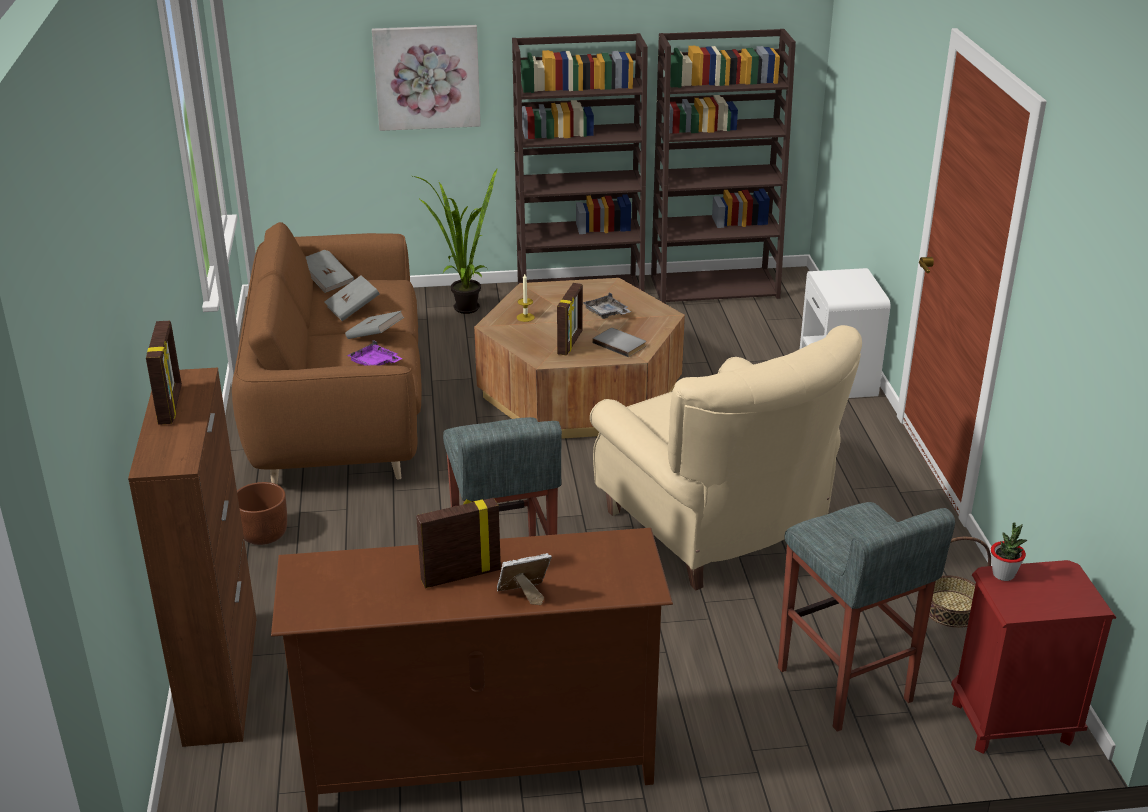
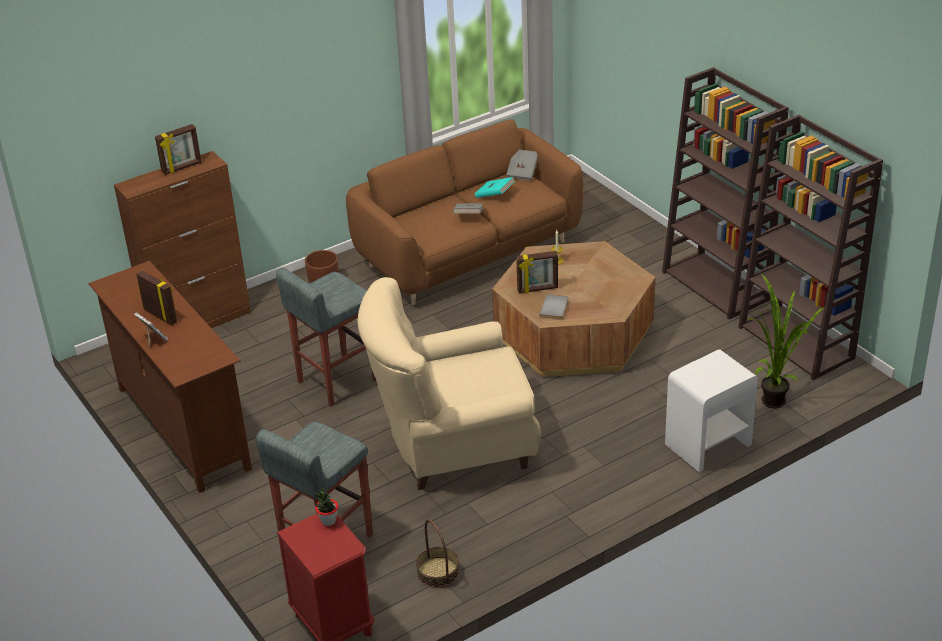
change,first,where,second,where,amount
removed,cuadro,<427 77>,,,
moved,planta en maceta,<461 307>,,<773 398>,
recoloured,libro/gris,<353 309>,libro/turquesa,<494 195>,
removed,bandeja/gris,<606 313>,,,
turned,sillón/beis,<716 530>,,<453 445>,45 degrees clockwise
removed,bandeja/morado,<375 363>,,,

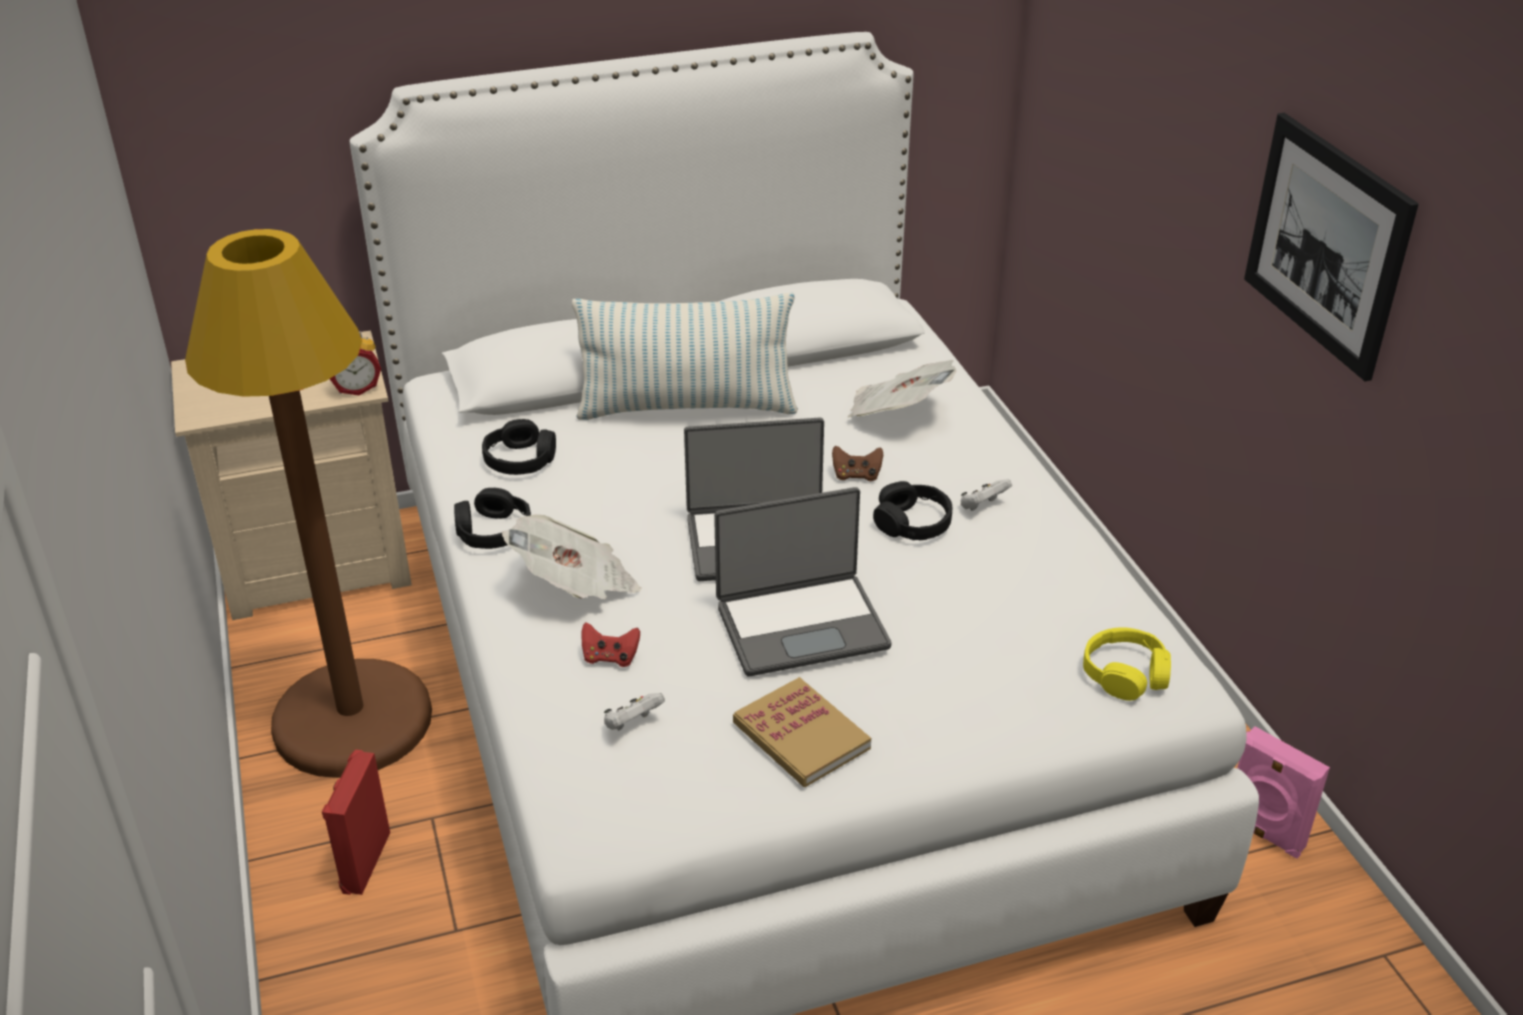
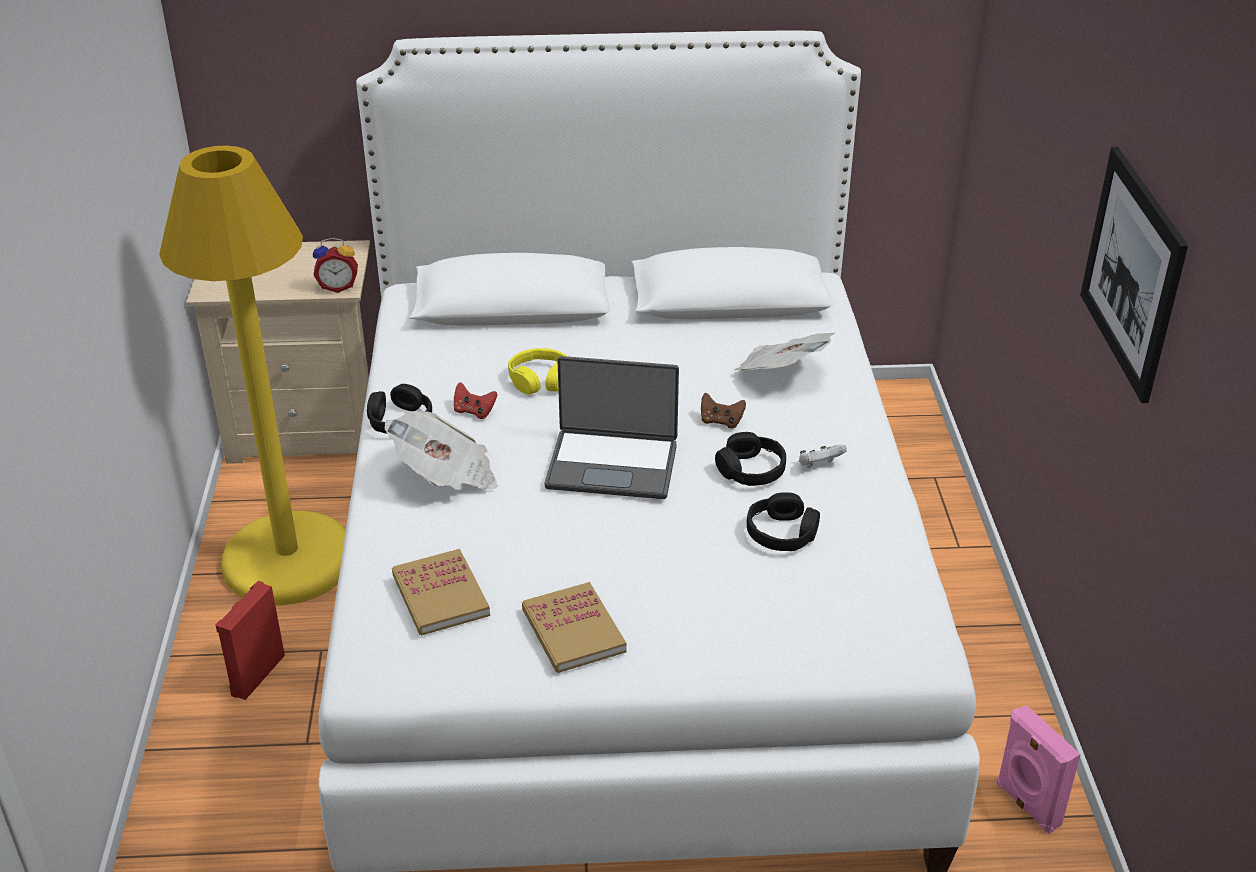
change,first,where,second,where,amount
recoloured,lámpara de pie/marrón,<353 720>,lámpara de pie/amarillo,<289 560>,
removed,cojín,<687 407>,,,
moved,auriculares/negro,<520 460>,,<782 533>,
removed,portátil,<801 625>,,,
moved,mando de consola/rojo,<610 657>,,<474 411>,
moved,auriculares/amarillo,<1125 674>,,<540 380>,
replaced,mando de consola/blanco,<632 724>,libro,<440 595>,

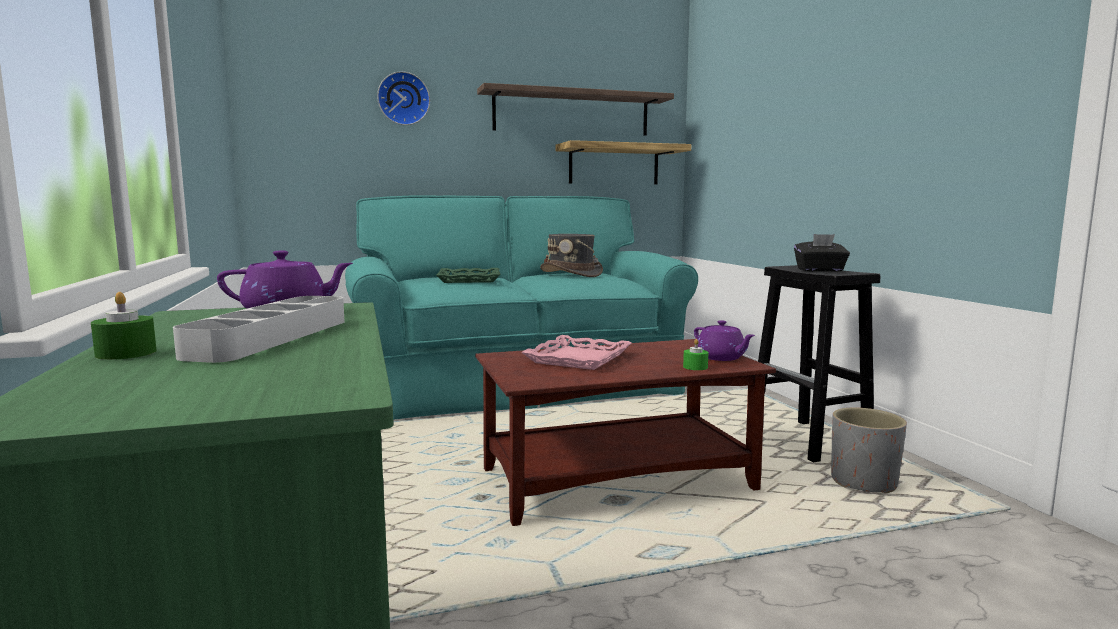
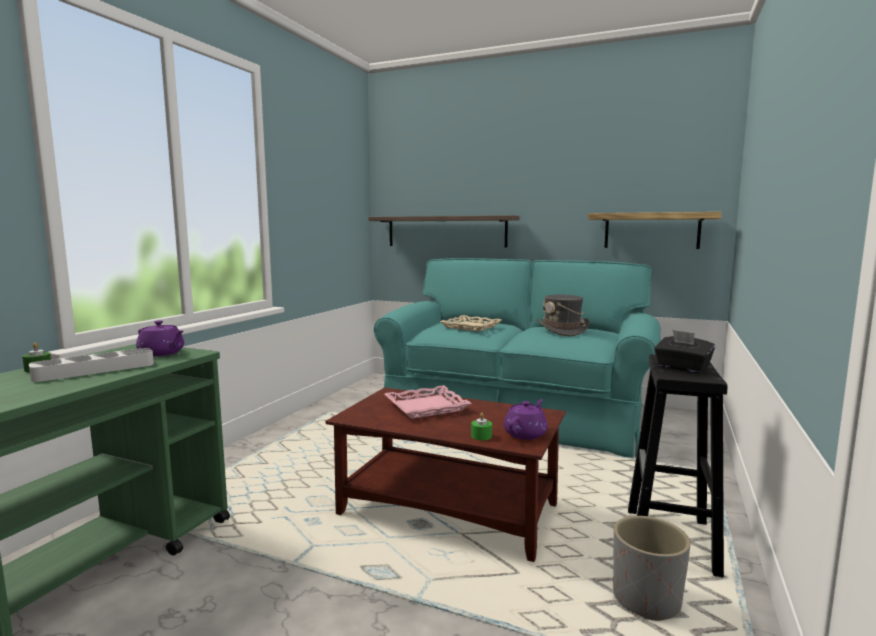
change,first,where,second,where,amount
removed,reloj de pared,<403 99>,,,
moved,estante,<572 113>,,<446 231>,
recoloured,bandeja/verde,<469 280>,bandeja/beis,<470 327>,
turned,tetera/morado,<721 358>,,<526 433>,150 degrees counterclockwise

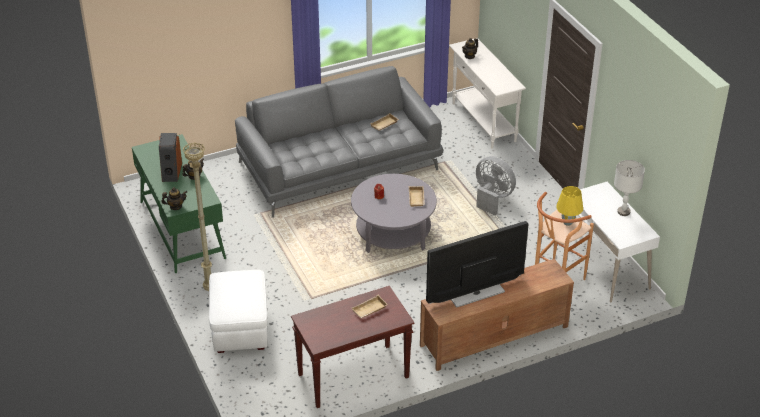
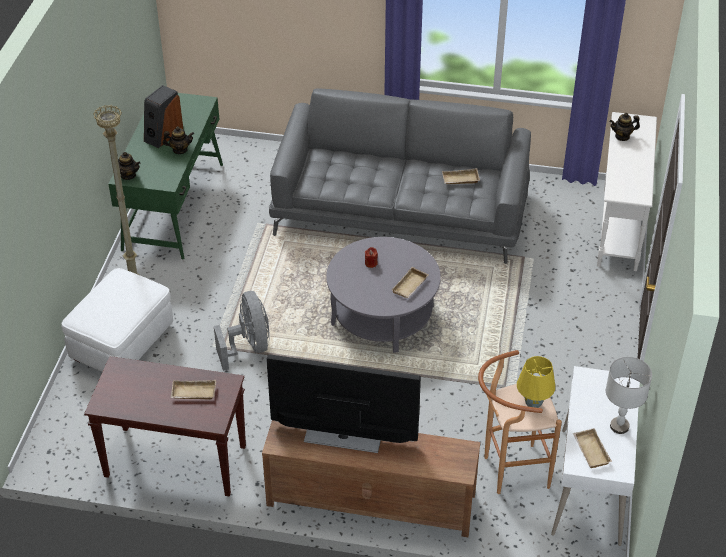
change,first,where,second,where,amount
moved,ventilador/gris,<492 198>,,<248 346>,
added,,,bandeja/beis,<590 450>,

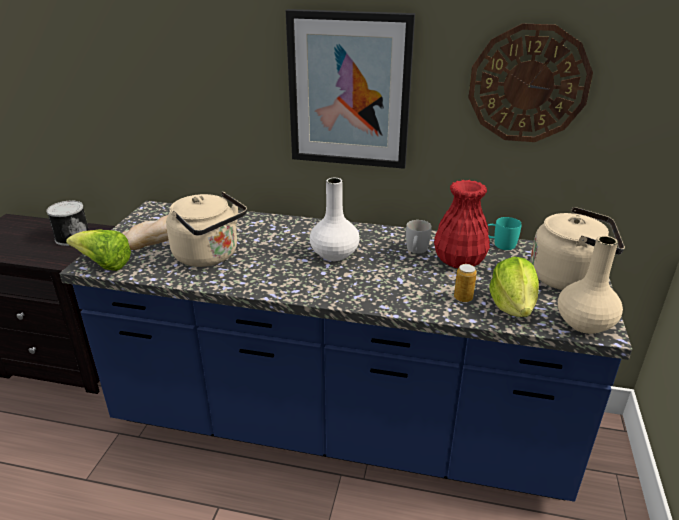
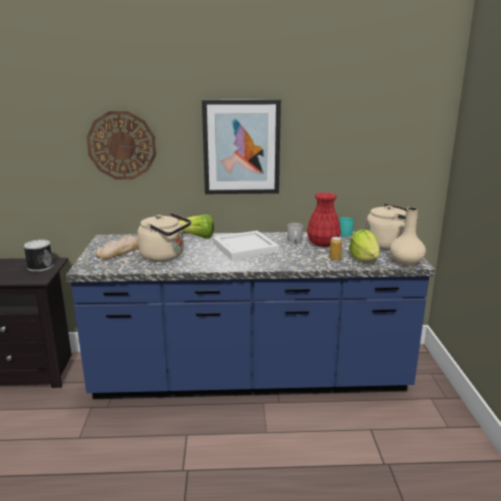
change,first,where,second,where,amount
moved,reloj de pared,<528 84>,,<122 145>,
replaced,florero/blanco,<335 254>,bandeja/blanco,<246 248>,
moved,lechuga,<104 265>,,<197 237>,

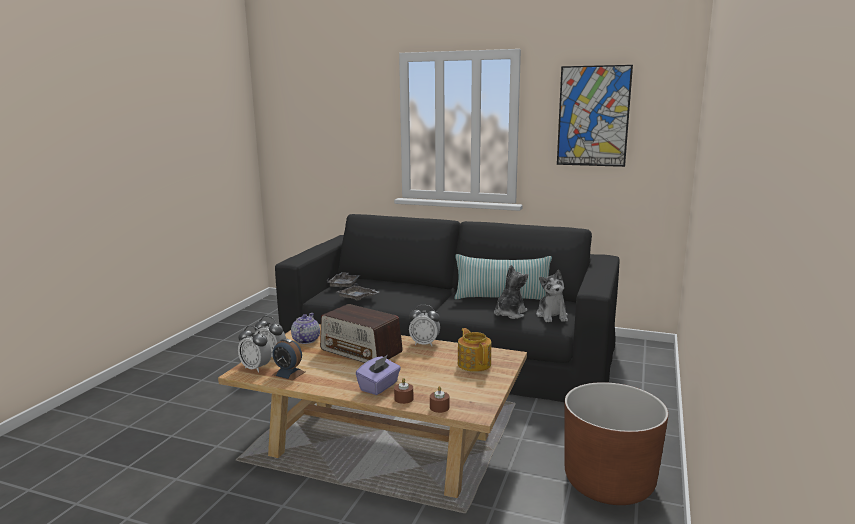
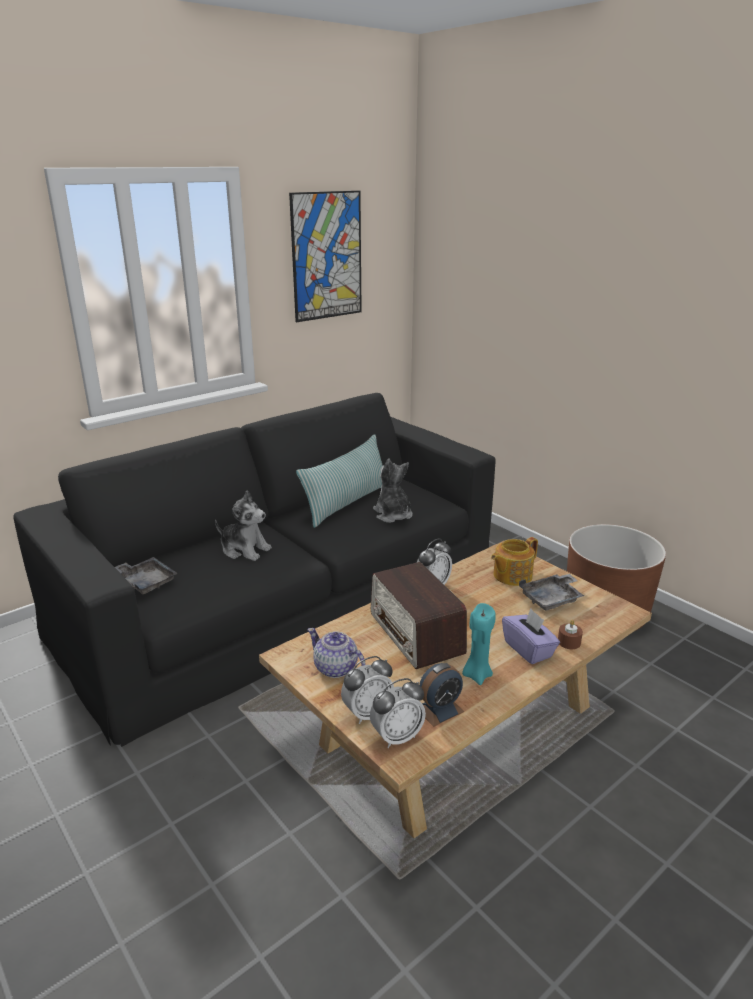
change,first,where,second,where,amount
moved,peluche,<552 316>,,<244 549>,
moved,bandeja/gris,<357 298>,,<551 599>,
turned,radio,<361 351>,,<416 634>,90 degrees clockwise
turned,tetera,<474 364>,,<511 575>,45 degrees counterclockwise
removed,vela/marrón,<439 407>,,,
added,,,vela/turquesa,<477 675>,

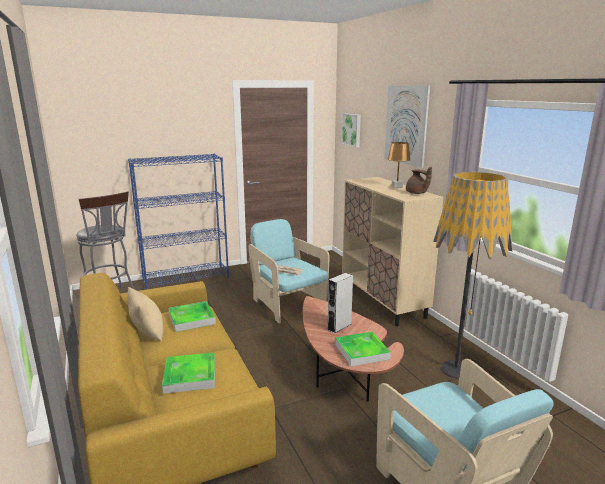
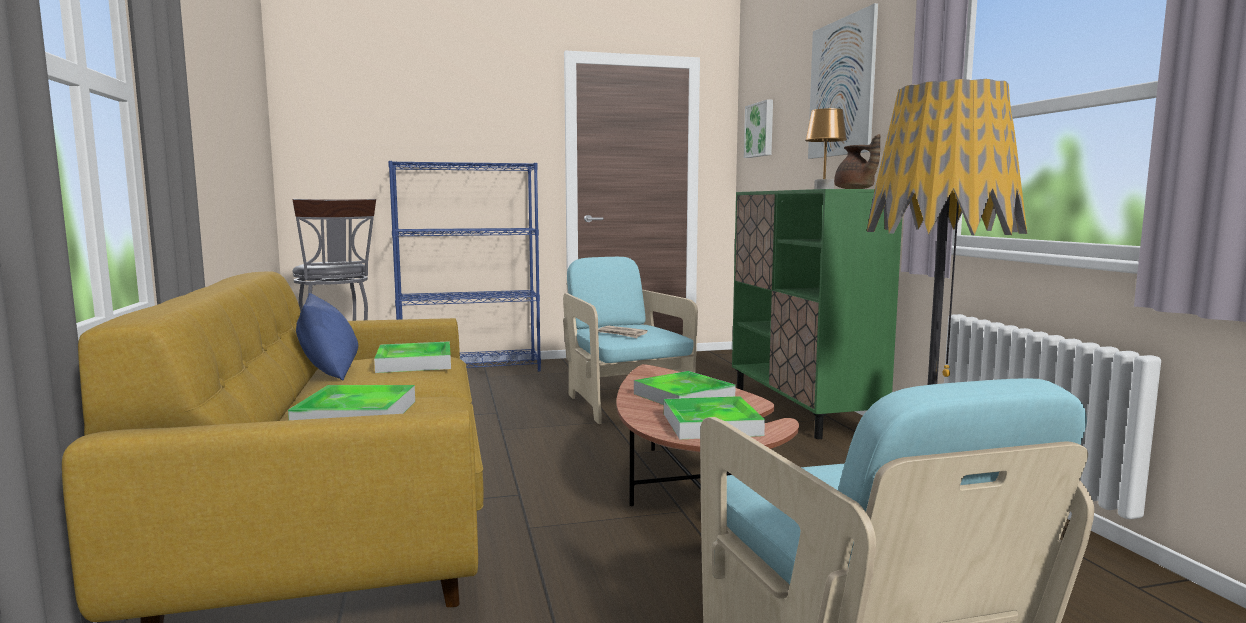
change,first,where,second,where,amount
recoloured,armario/beis,<383 301>,armario/verde,<802 409>,
replaced,altavoz/gris,<339 326>,bandeja,<683 396>,
recoloured,cojín/beis,<148 332>,cojín/azul,<330 372>,

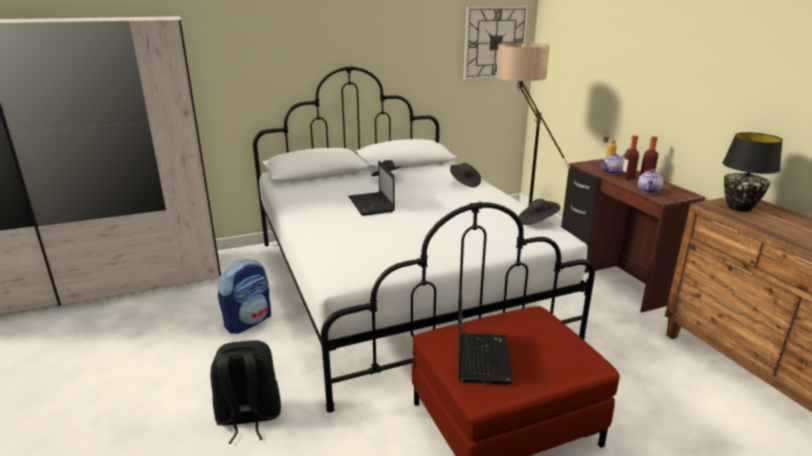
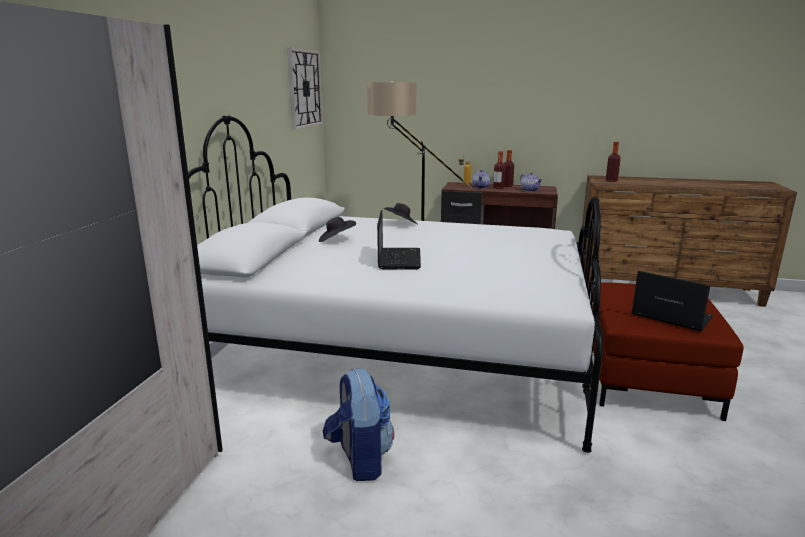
change,first,where,second,where,amount
replaced,lámpara de mesa/negro,<739 208>,botella,<611 180>,
turned,portátil,<372 205>,,<399 259>,105 degrees counterclockwise
removed,sombrero/negro,<537 222>,,,
removed,mochila/negro,<248 417>,,,

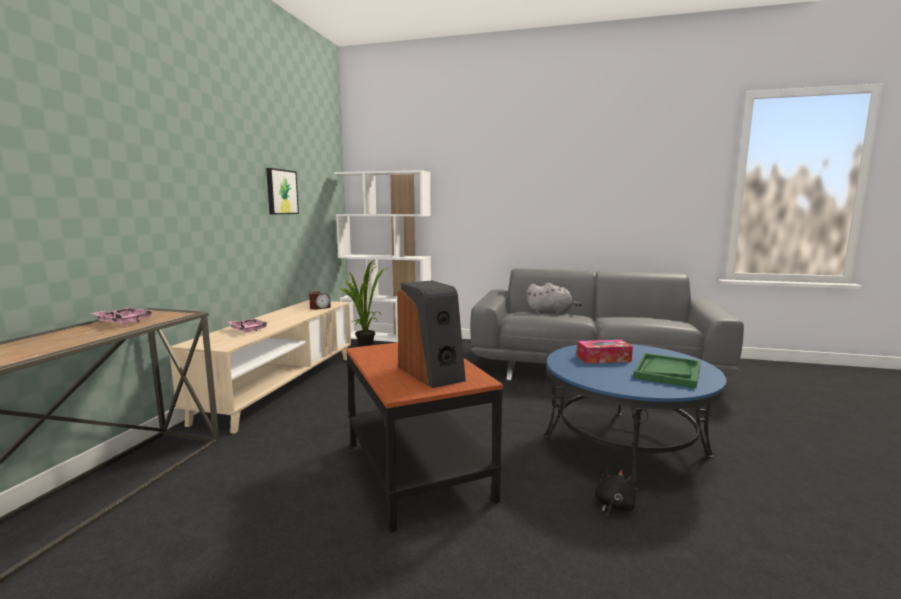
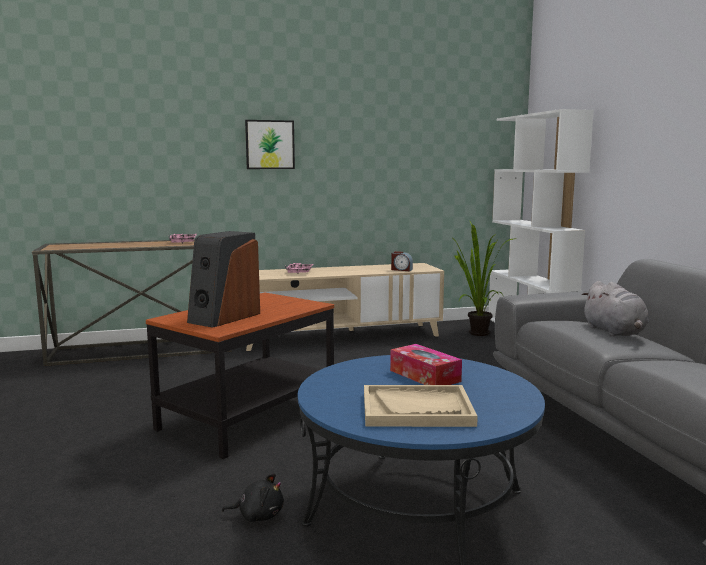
change,first,where,second,where,amount
moved,cuadro,<281 192>,,<269 144>,
recoloured,bandeja/verde,<667 372>,bandeja/beis,<417 409>,

